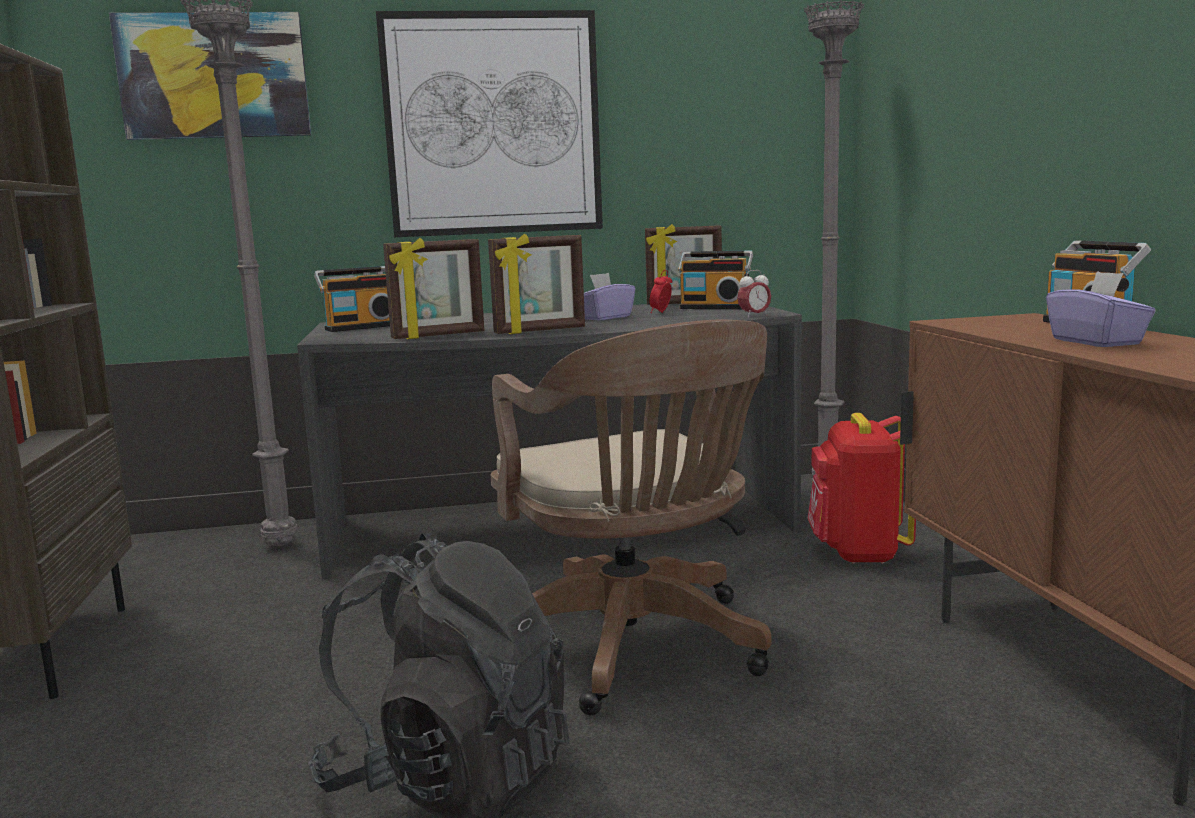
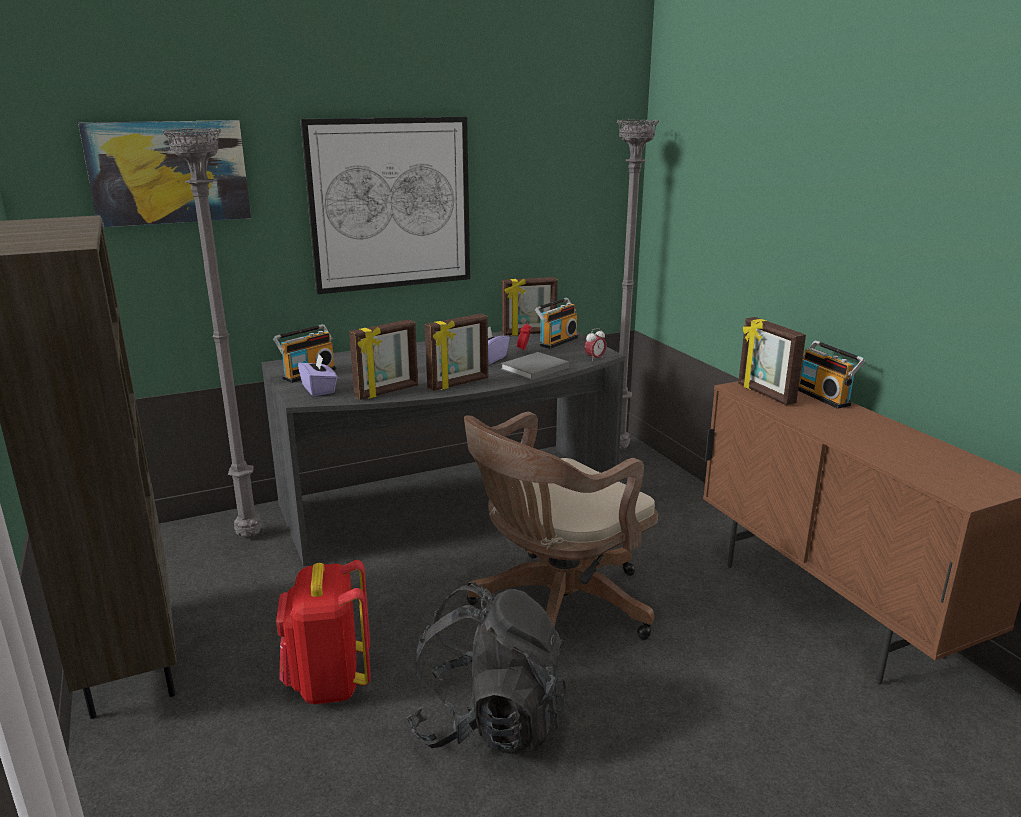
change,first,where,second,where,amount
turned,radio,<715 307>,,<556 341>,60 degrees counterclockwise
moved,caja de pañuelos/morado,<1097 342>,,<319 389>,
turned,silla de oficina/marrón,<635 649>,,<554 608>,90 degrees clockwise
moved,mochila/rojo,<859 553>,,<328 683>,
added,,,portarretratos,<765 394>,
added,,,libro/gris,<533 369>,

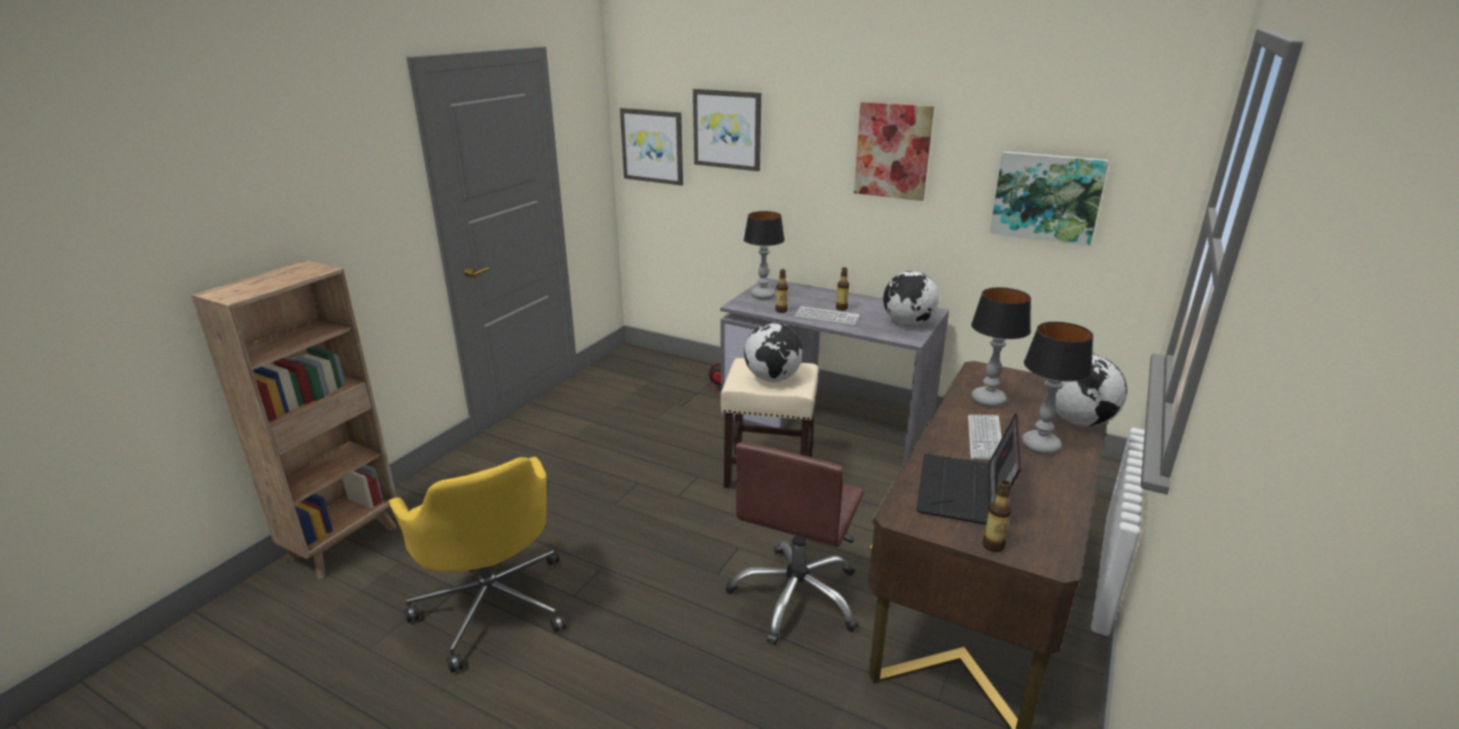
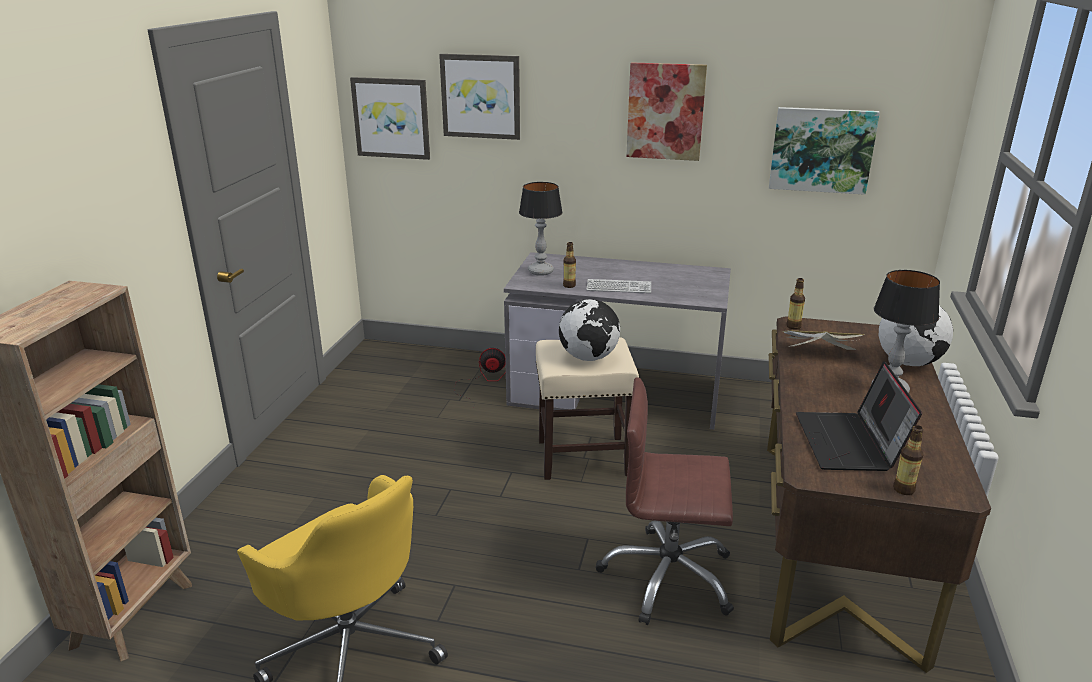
change,first,where,second,where,amount
moved,botella,<841 308>,,<793 326>,
removed,globo terráqueo,<907 323>,,,
replaced,lámpara de mesa,<987 400>,libro,<819 353>,
removed,teclado,<984 438>,,,
turned,silla de oficina/marrón,<796 596>,,<668 577>,90 degrees clockwise

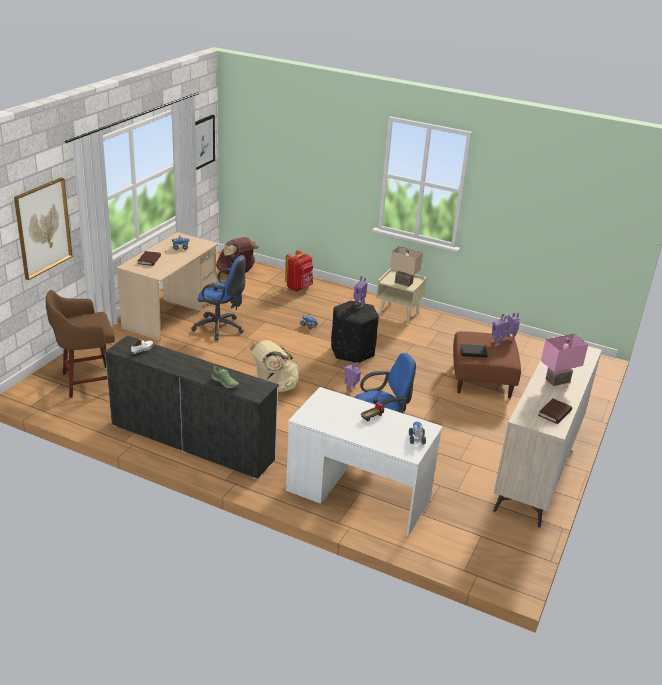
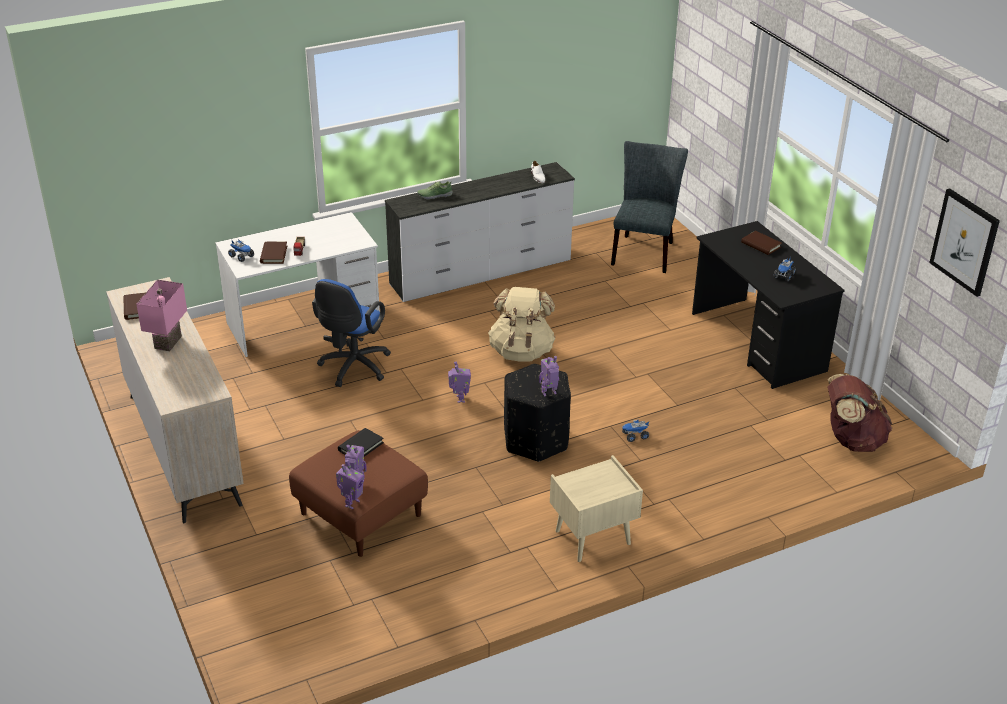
change,first,where,second,where,amount
removed,cuadro,<43 228>,,,
recoloured,escritorio/beis,<170 314>,escritorio/negro,<757 342>,
removed,lámpara de mesa/beis,<403 283>,,,
removed,mochila/rojo,<299 288>,,,
removed,silla de oficina/azul,<221 328>,,,
replaced,taburete/marrón,<86 382>,silla/gris,<644 251>,
added,,,libro/marrón,<273 254>,

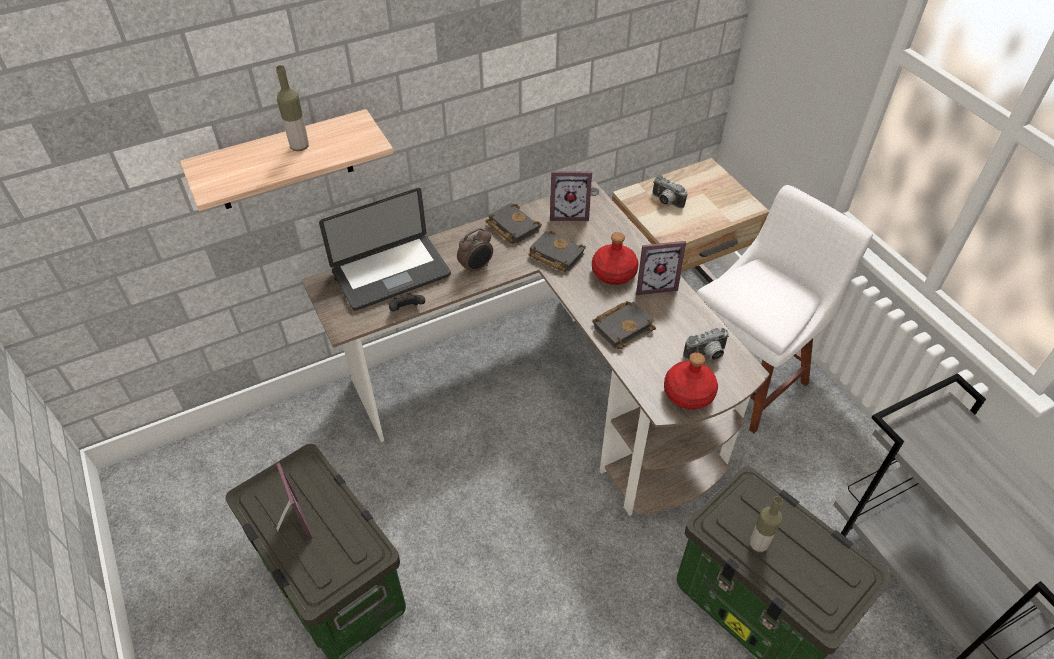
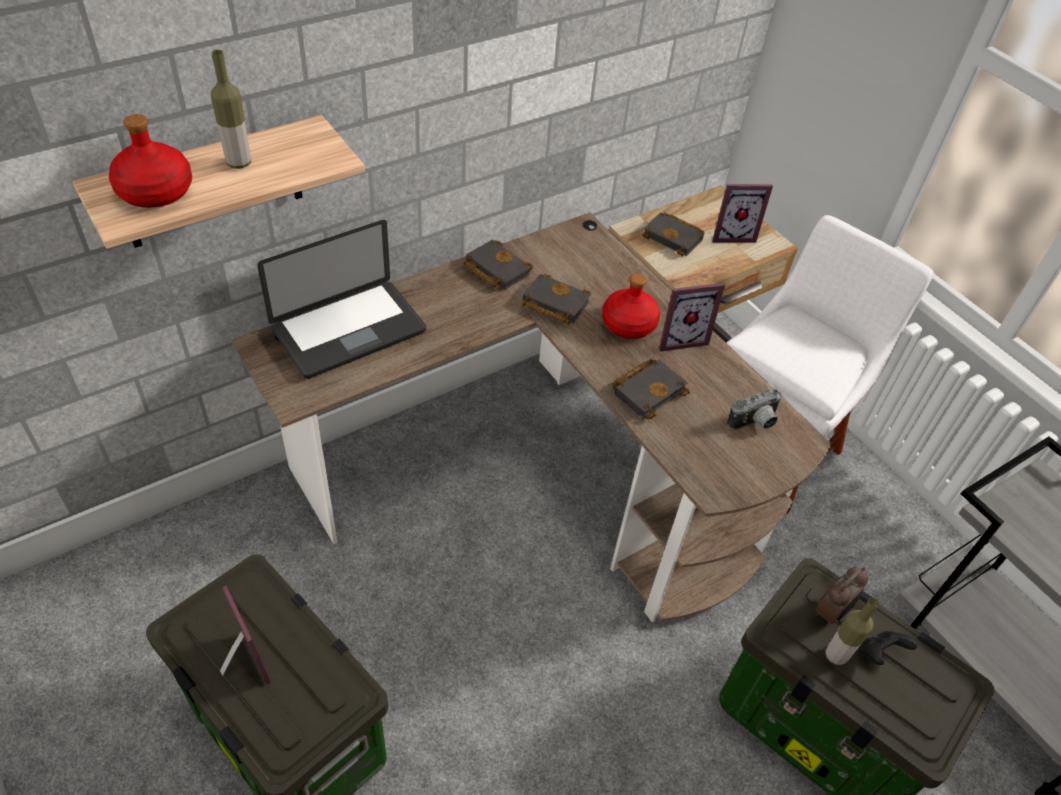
change,first,where,second,where,amount
moved,portarretratos,<569 213>,,<731 234>,
replaced,cámara,<665 202>,libro/negro,<674 237>,
moved,despertador,<476 268>,,<831 612>,
moved,mando de consola/negro,<407 310>,,<880 653>,
moved,botella/rojo,<688 394>,,<155 192>,

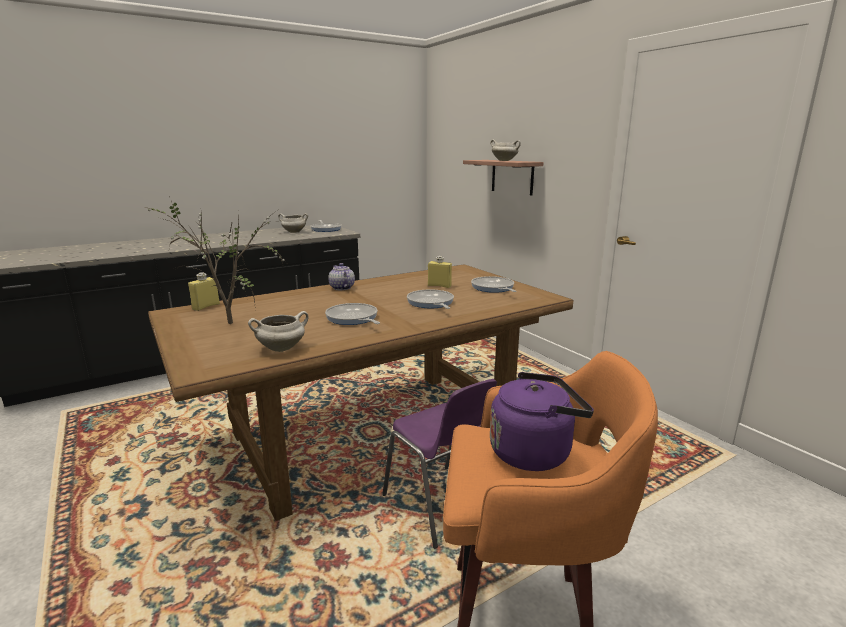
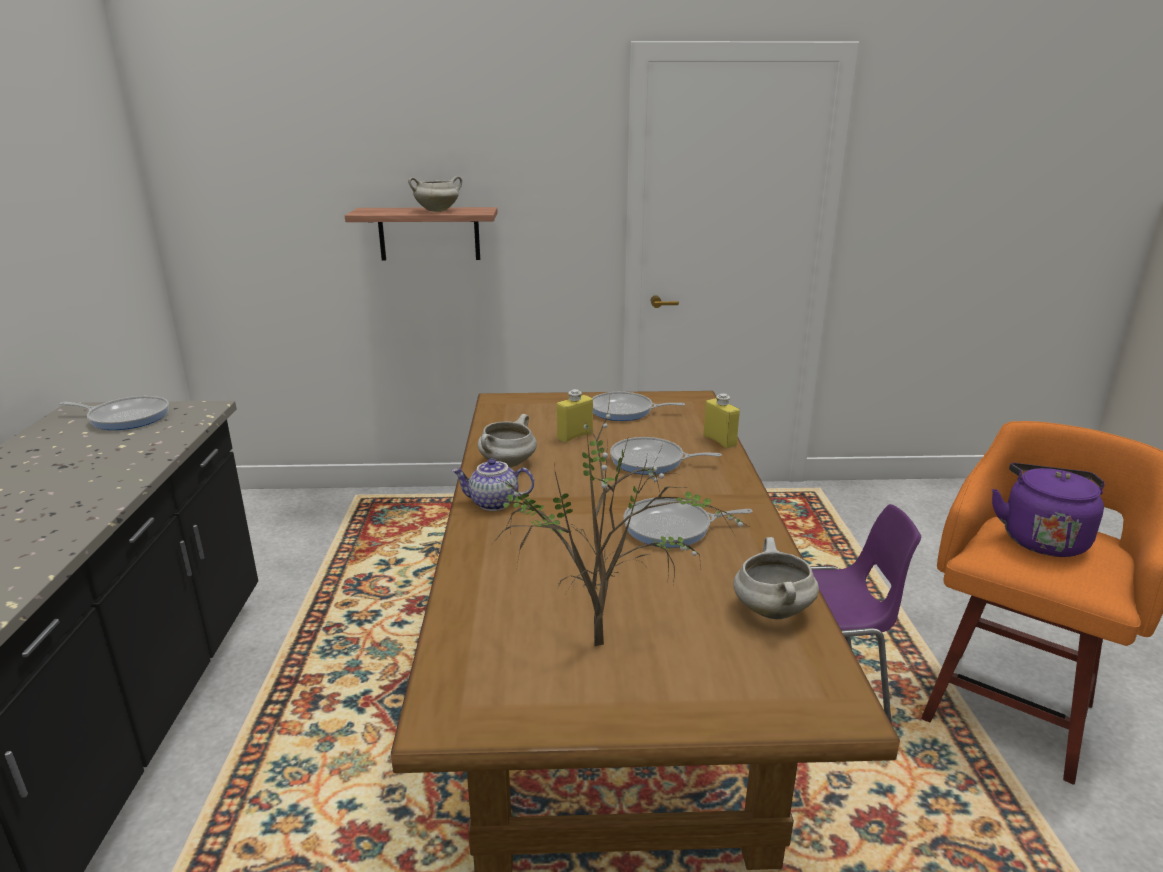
change,first,where,second,where,amount
moved,olla/blanco,<294 232>,,<507 464>,
moved,botella/amarillo,<206 306>,,<719 441>,

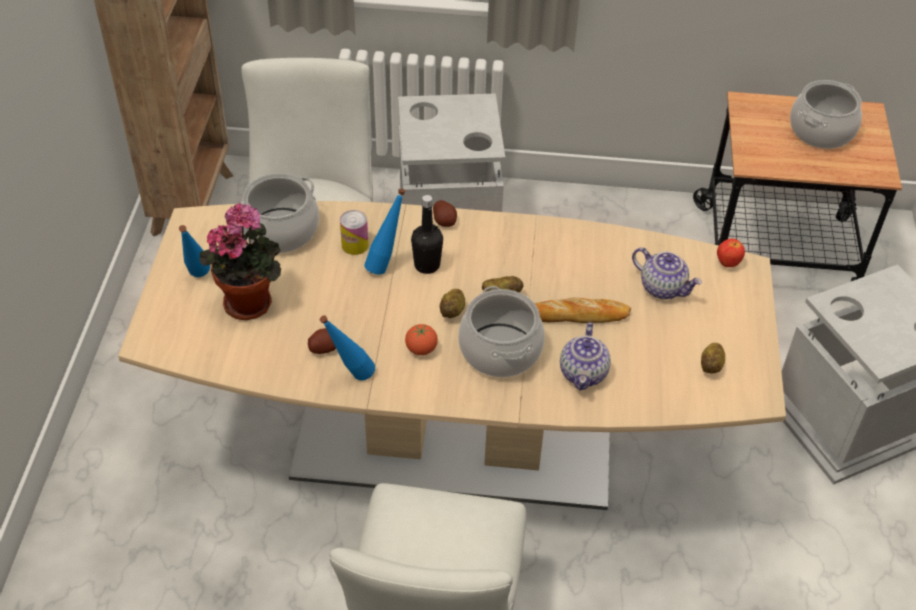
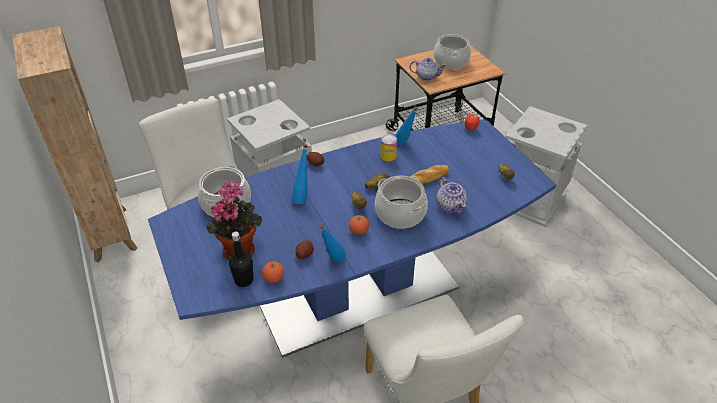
change,first,where,second,where,amount
moved,botella/negro,<427 265>,,<244 280>,
recoloured,mesa de comedor/beis,<455 442>,mesa de comedor/azul,<358 293>,
moved,lata,<355 245>,,<388 156>,
moved,botella/azul,<198 279>,,<405 145>,
moved,tetera,<663 288>,,<427 77>,
added,,,tomate,<274 278>,

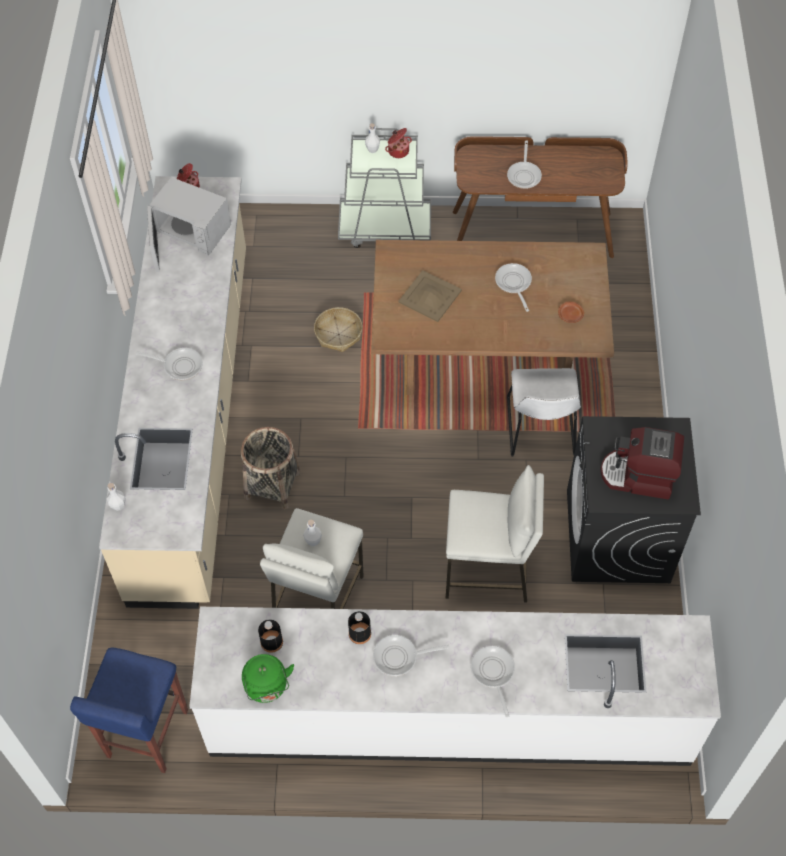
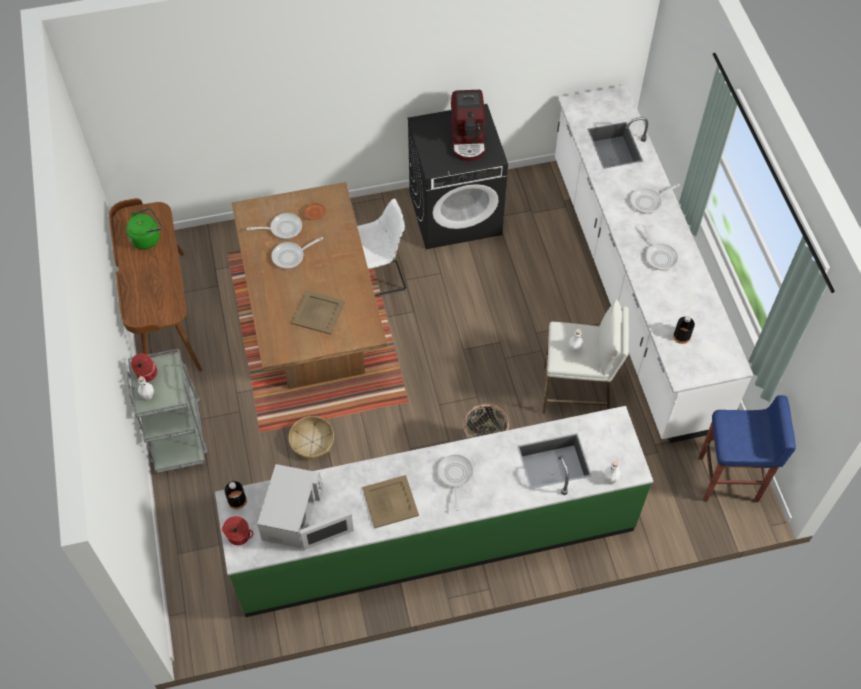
change,first,where,second,where,amount
moved,sartén,<524 175>,,<283 228>,
recoloured,mueble bajo de cocina/beis,<193 418>,mueble bajo de cocina/verde,<434 536>,
removed,taburete/blanco,<488 571>,,,
moved,botella/negro,<359 633>,,<237 500>,
moved,hervidor/verde,<267 687>,,<147 238>,
added,,,bandeja/beis,<390 502>,

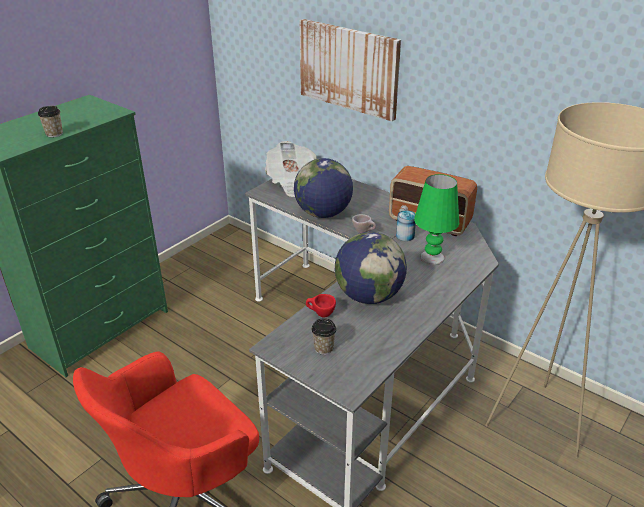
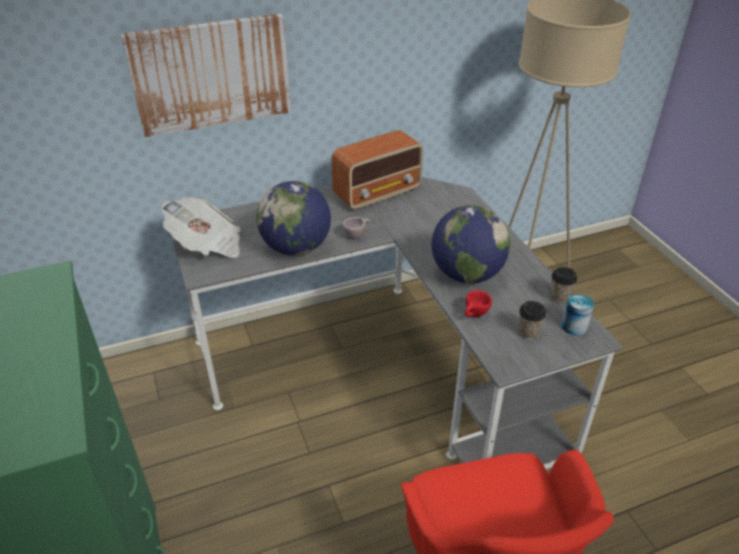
change,first,where,second,where,amount
moved,taza,<54 134>,,<559 297>,
removed,lámpara de mesa/verde,<432 257>,,,
moved,lata,<405 236>,,<574 327>,

